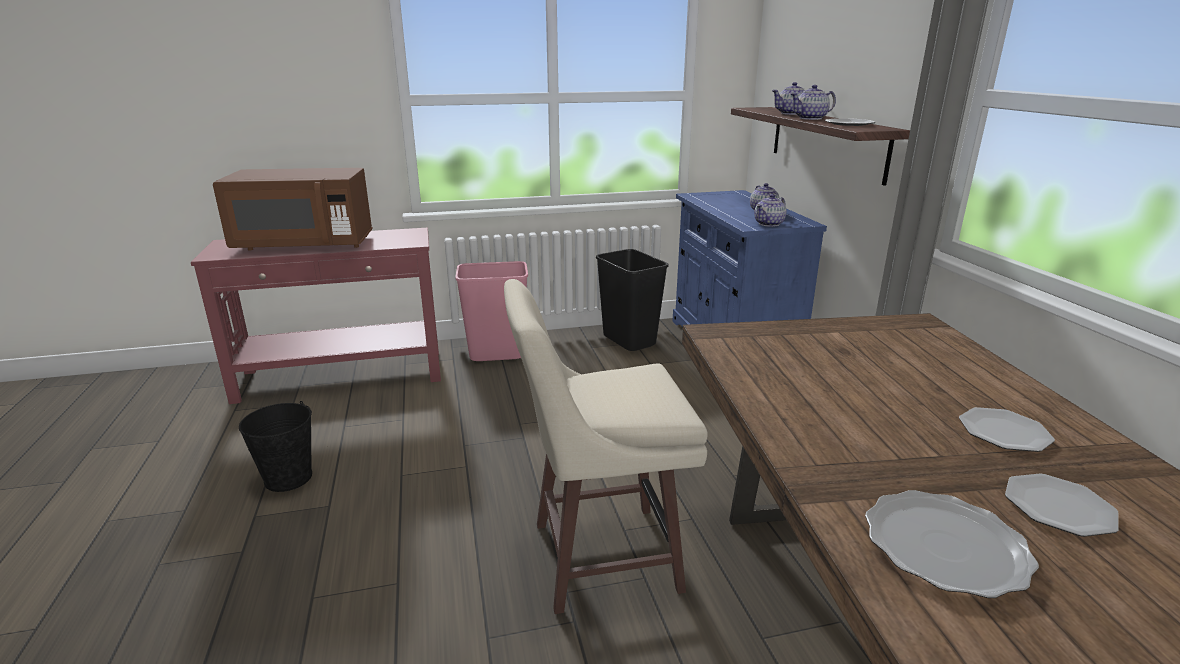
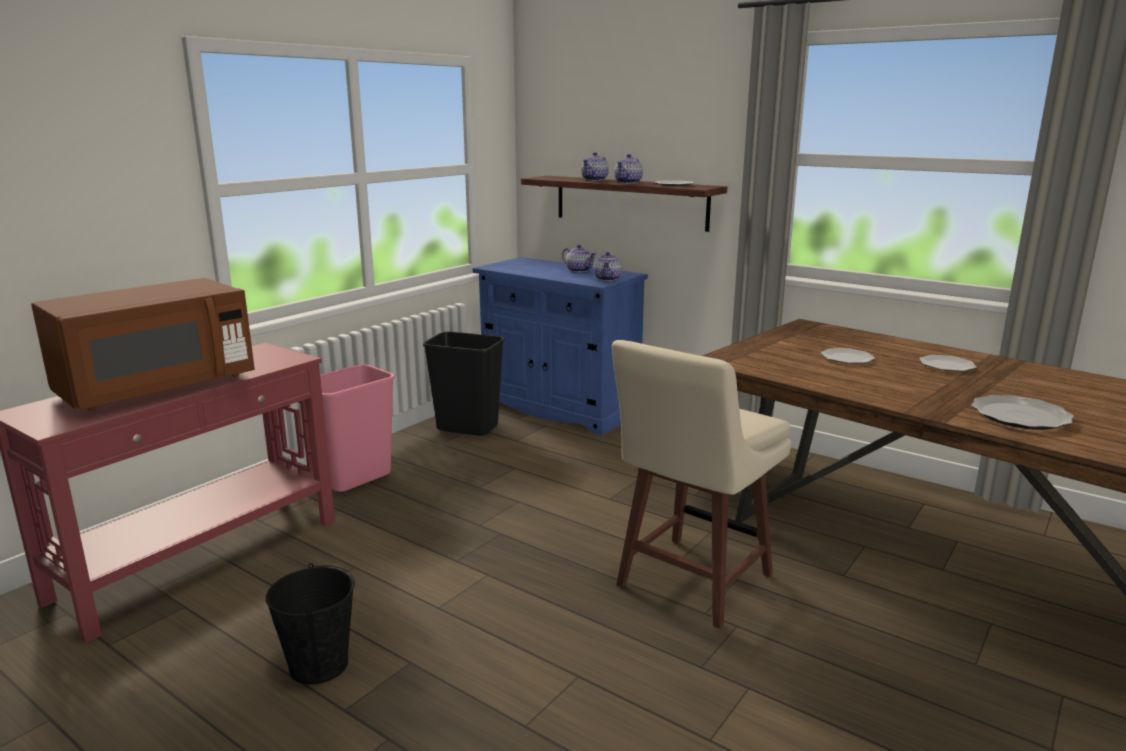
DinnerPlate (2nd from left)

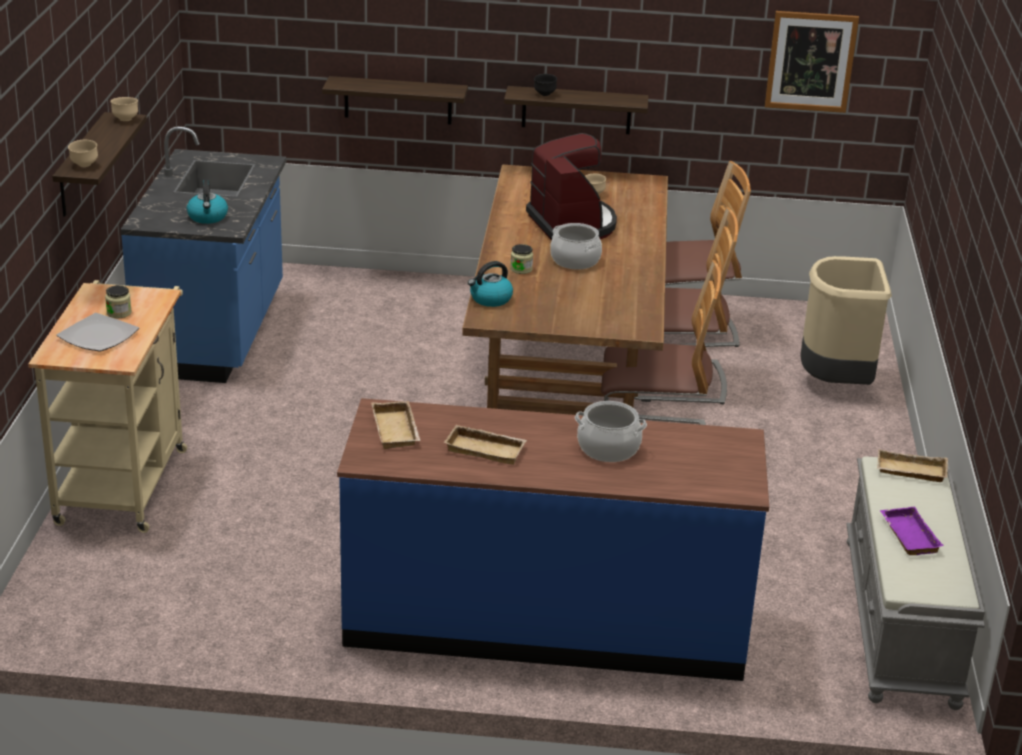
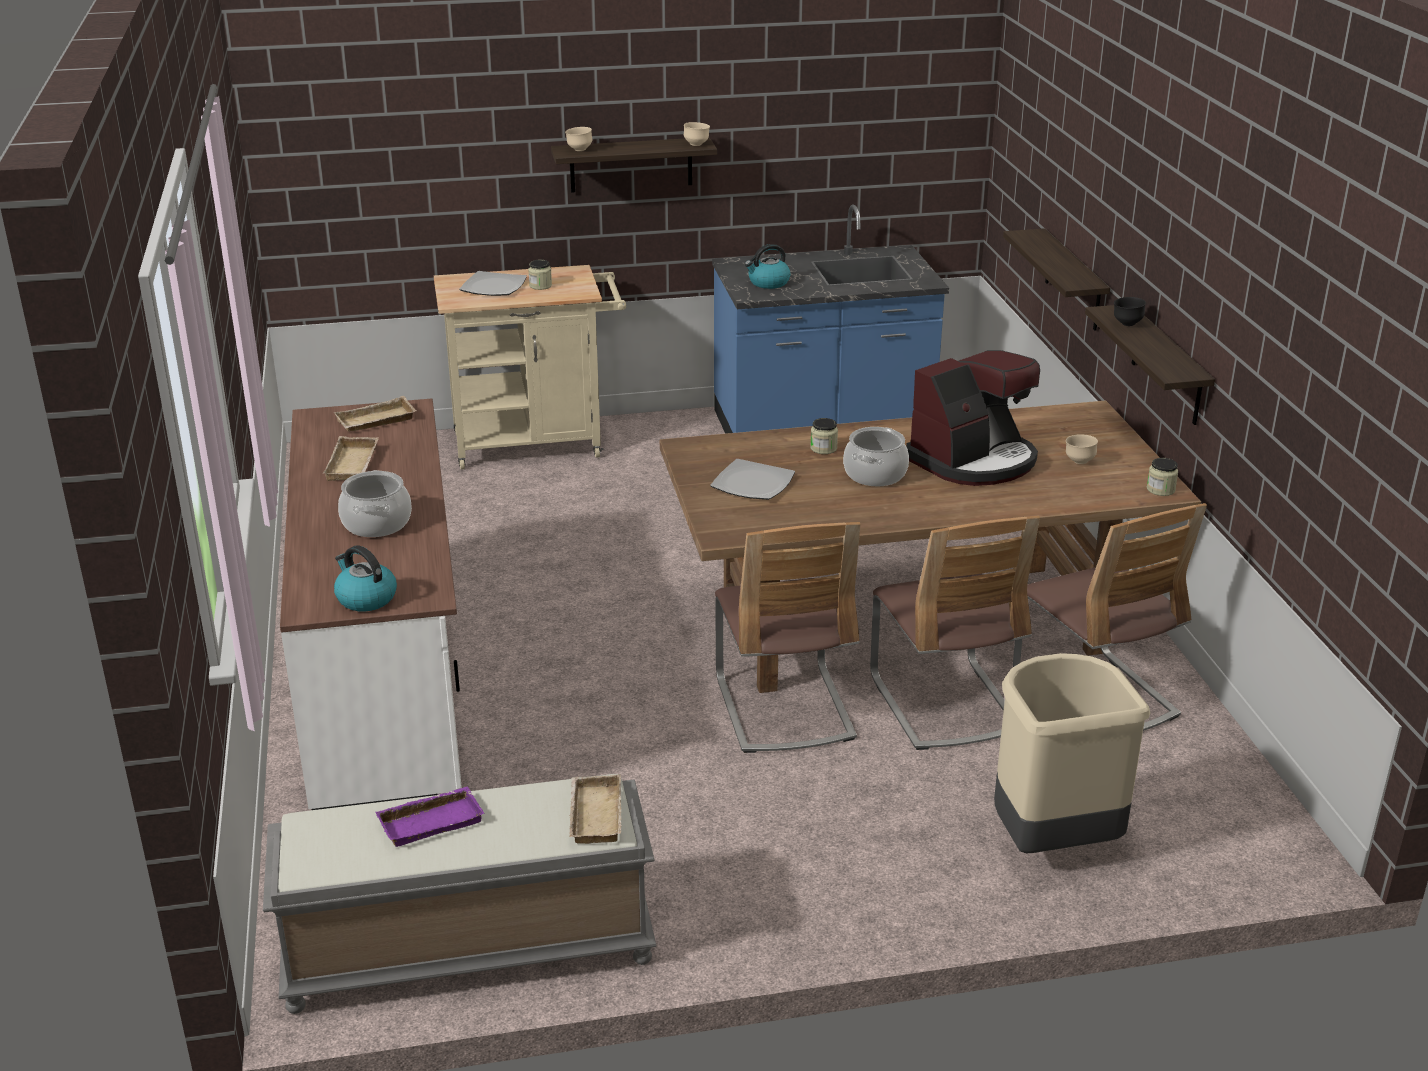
WhiteKitchenCounter
TeaKettle (1st from left)
WallArt
DinnerPlate (2nd from left)
Jar (3rd from left)

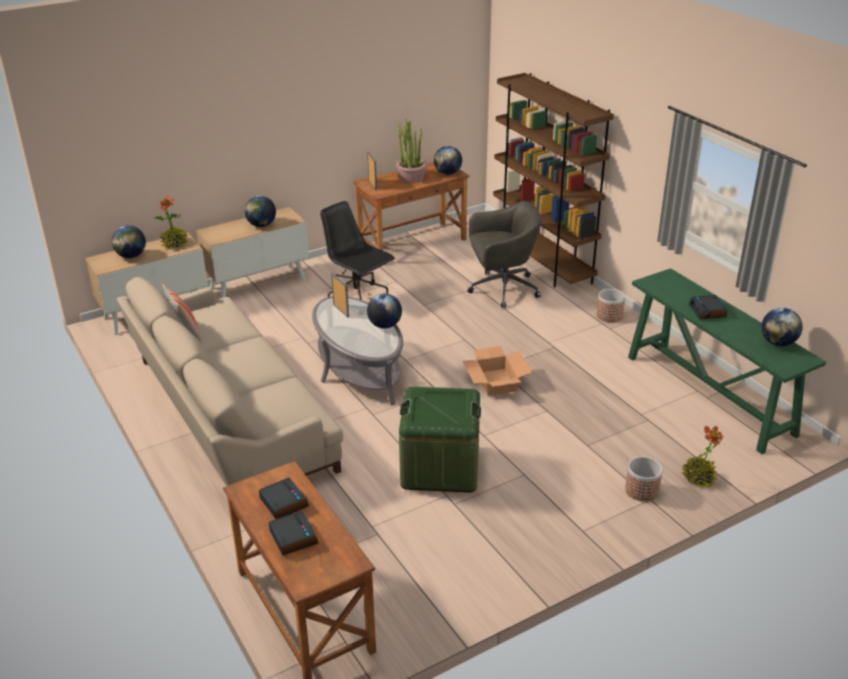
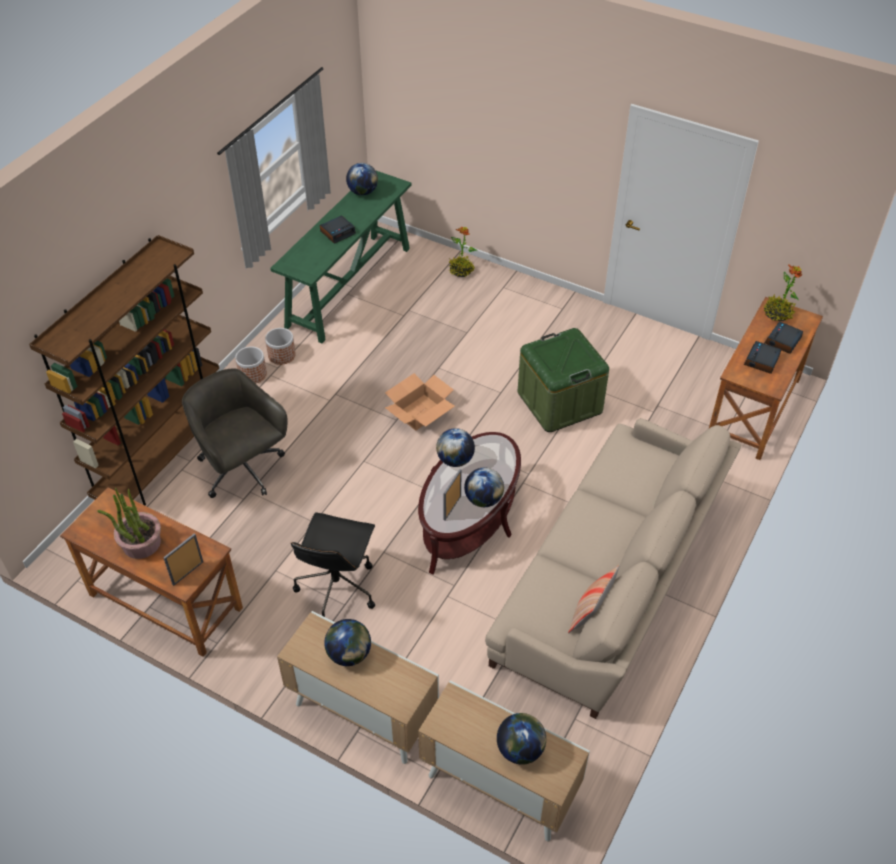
PottedPlant (3rd from left)
BrownishCoffeeTable
DeskGlobe (4th from left)
PlantPot (2nd from left)

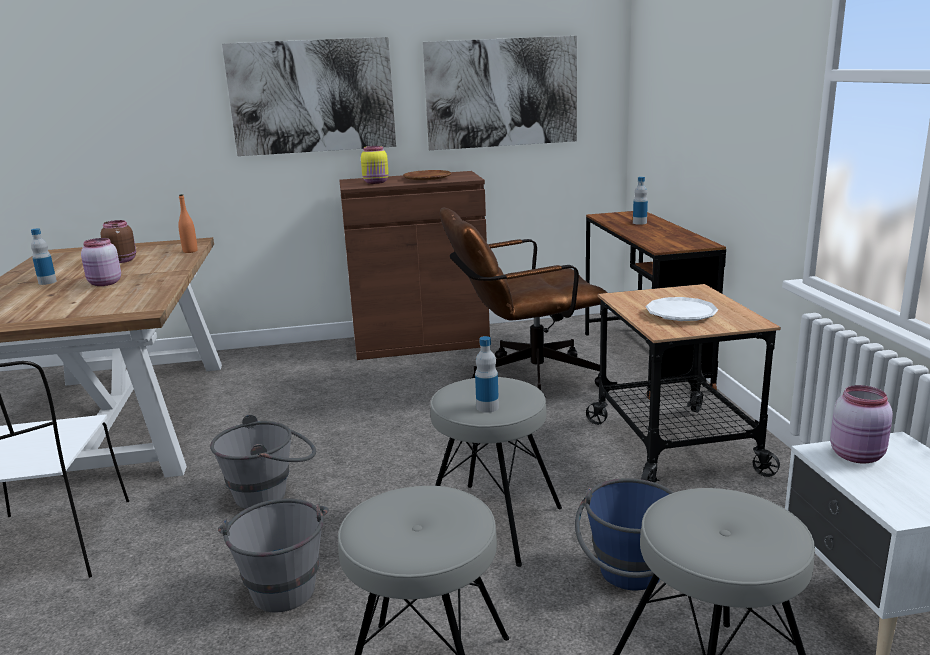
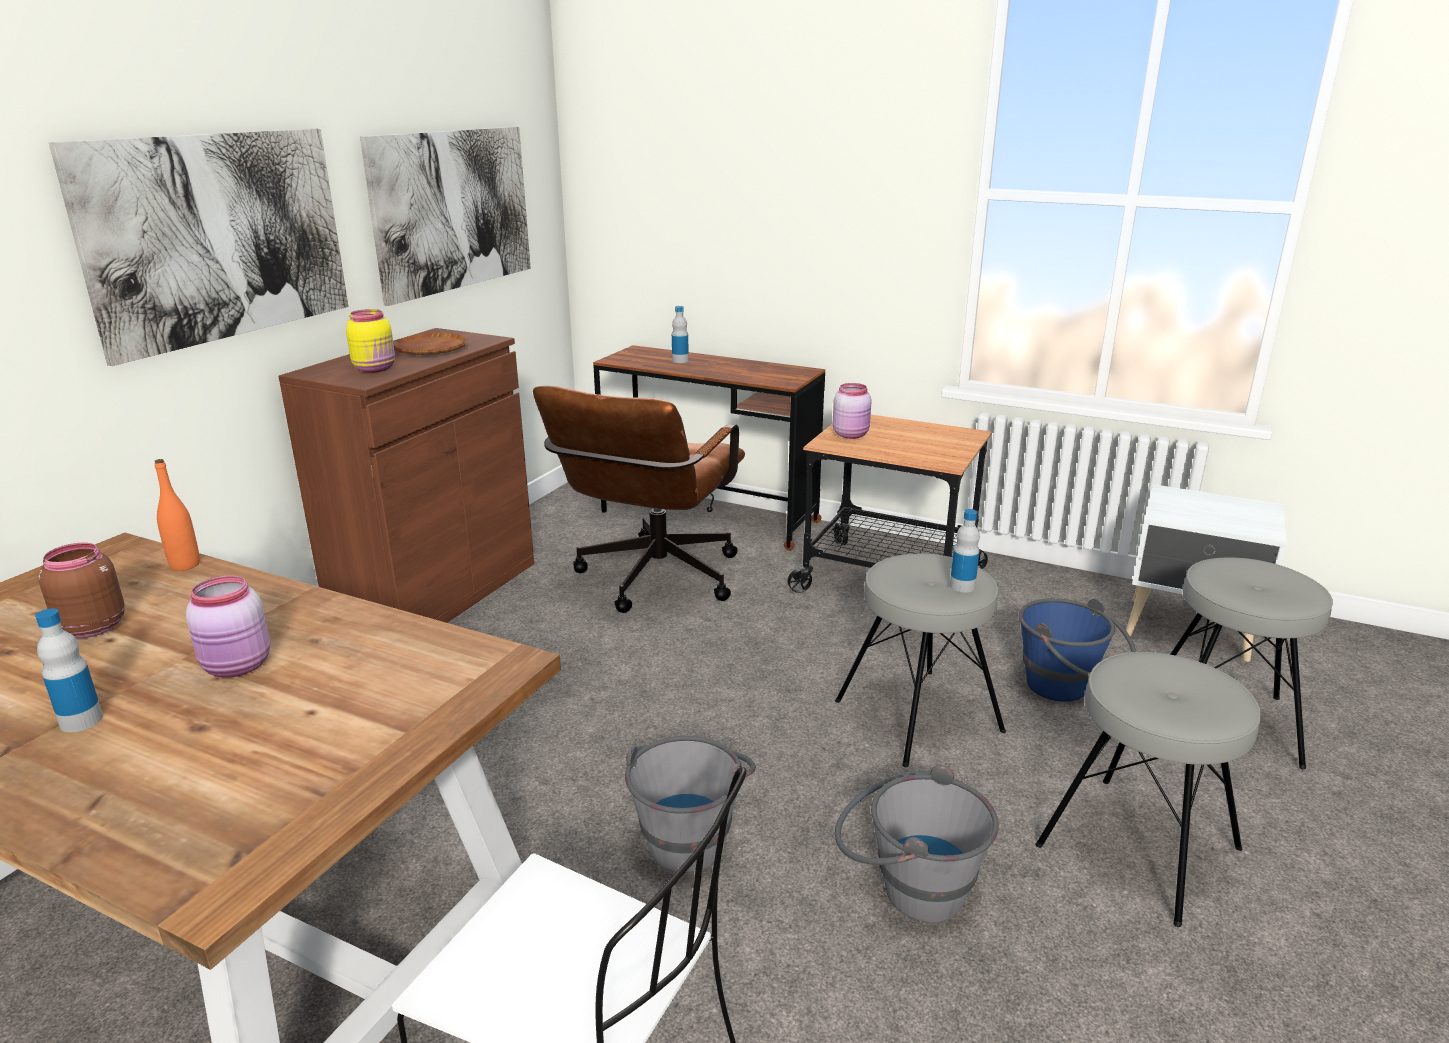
WhiteDinnerPlate
PinkishJar (2nd from left)

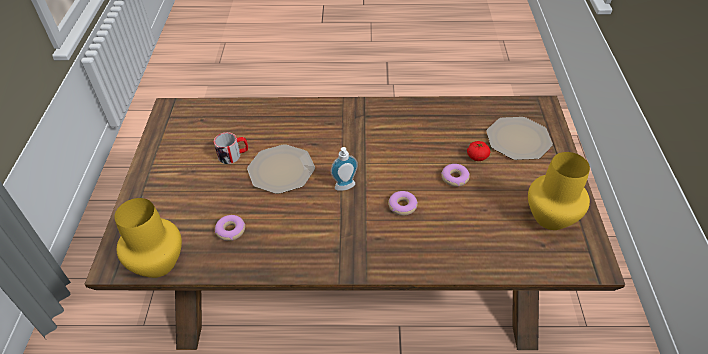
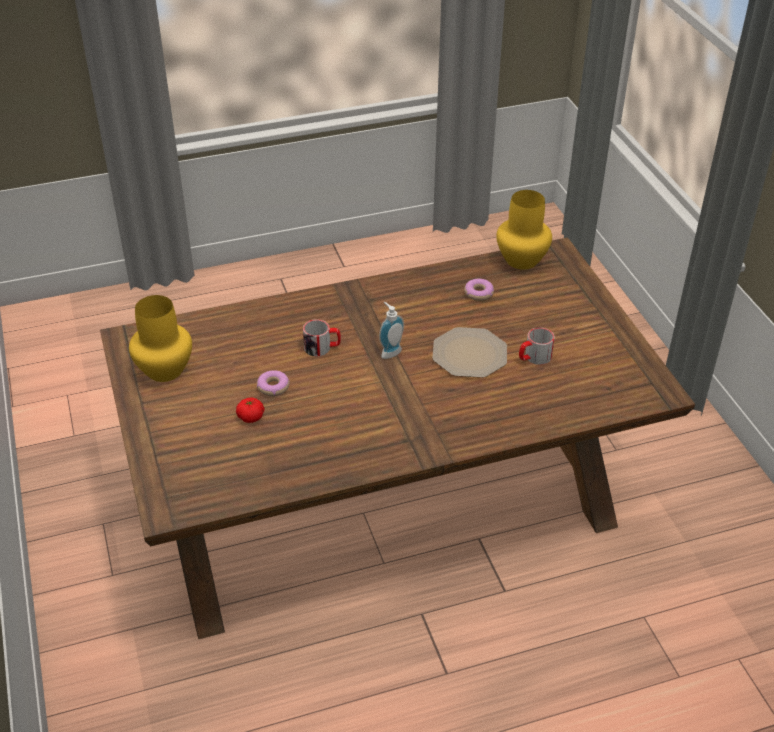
CoffeeMug (1st from left)
DinnerPlate (2nd from left in the first image)

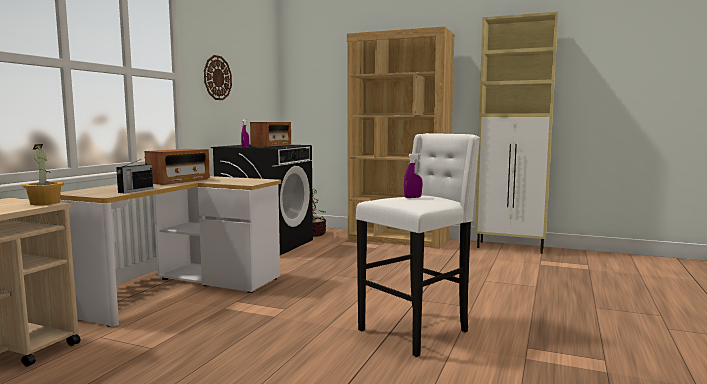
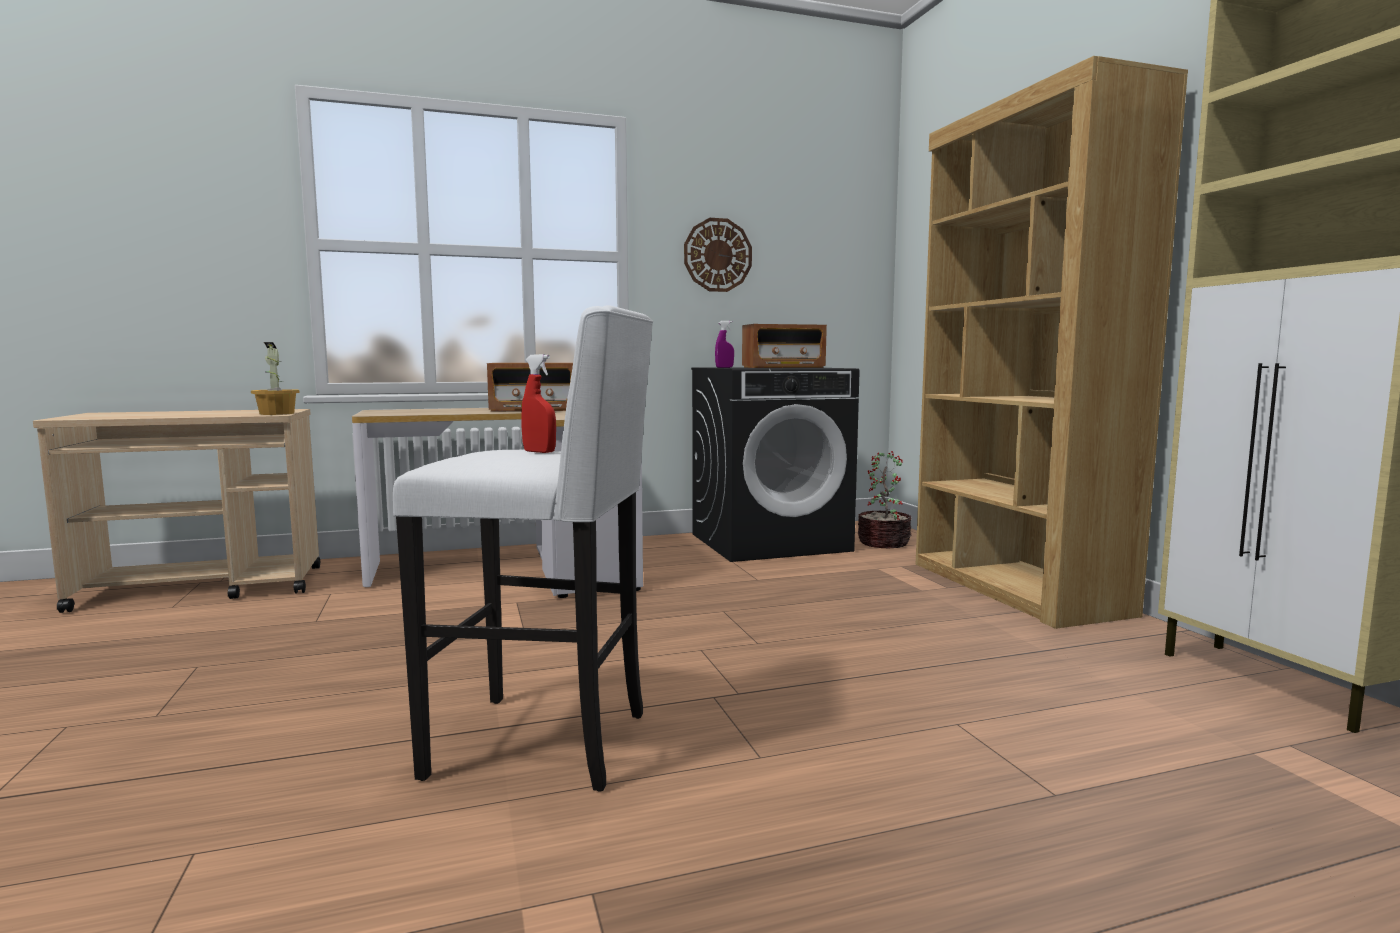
RadioSet (1st from left in the first image)
RedSprayer

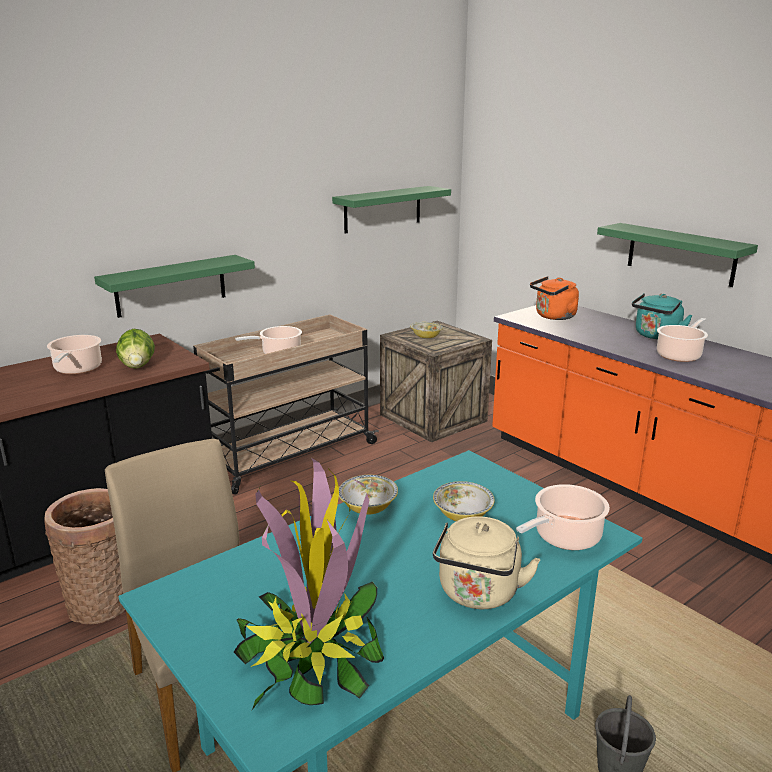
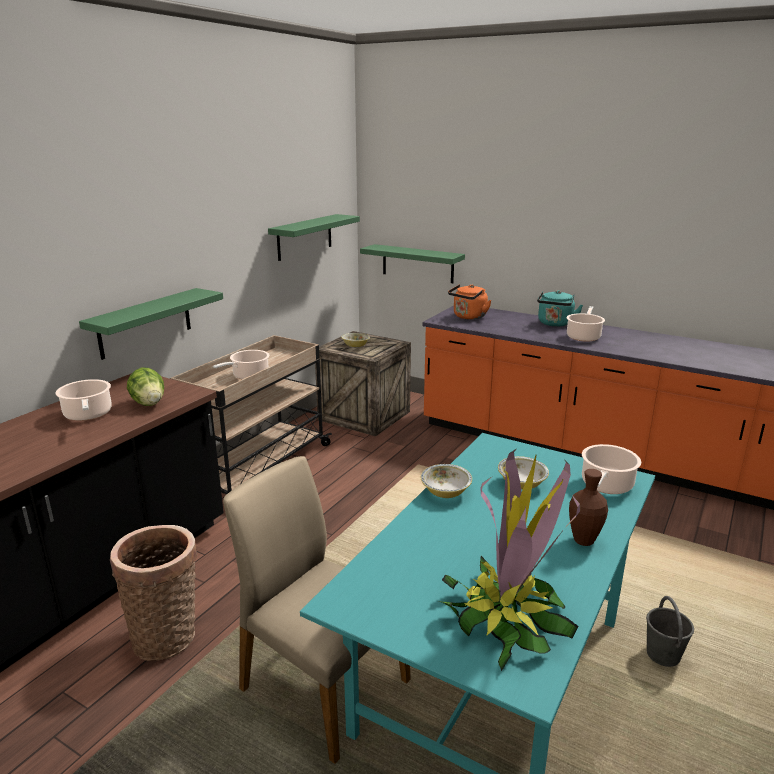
BrownishDecorativeVase
GreenishWallShelf (3rd from left)

